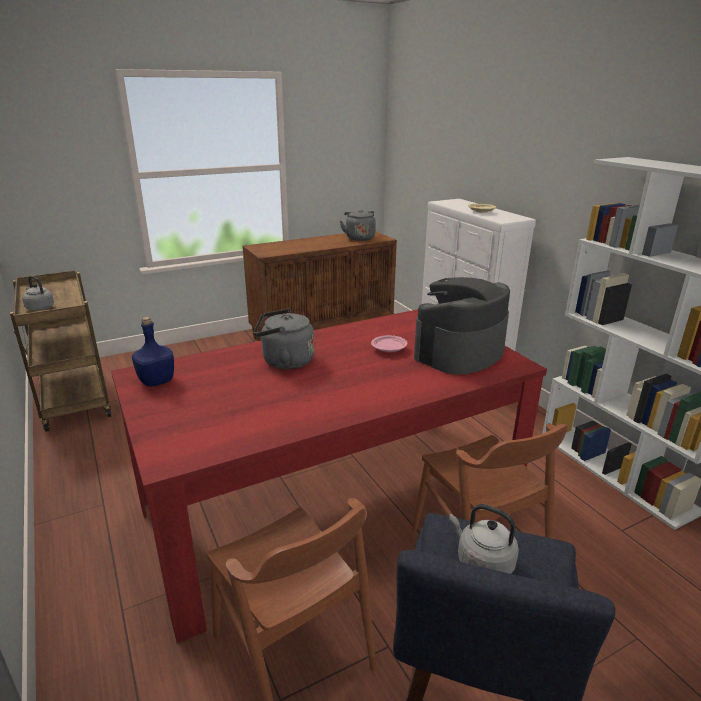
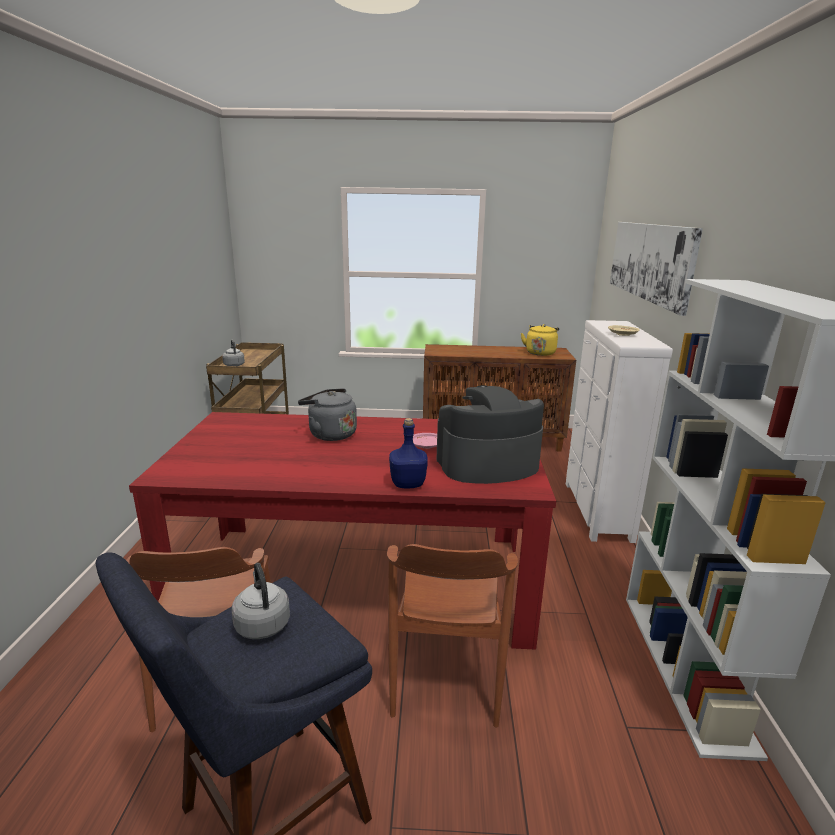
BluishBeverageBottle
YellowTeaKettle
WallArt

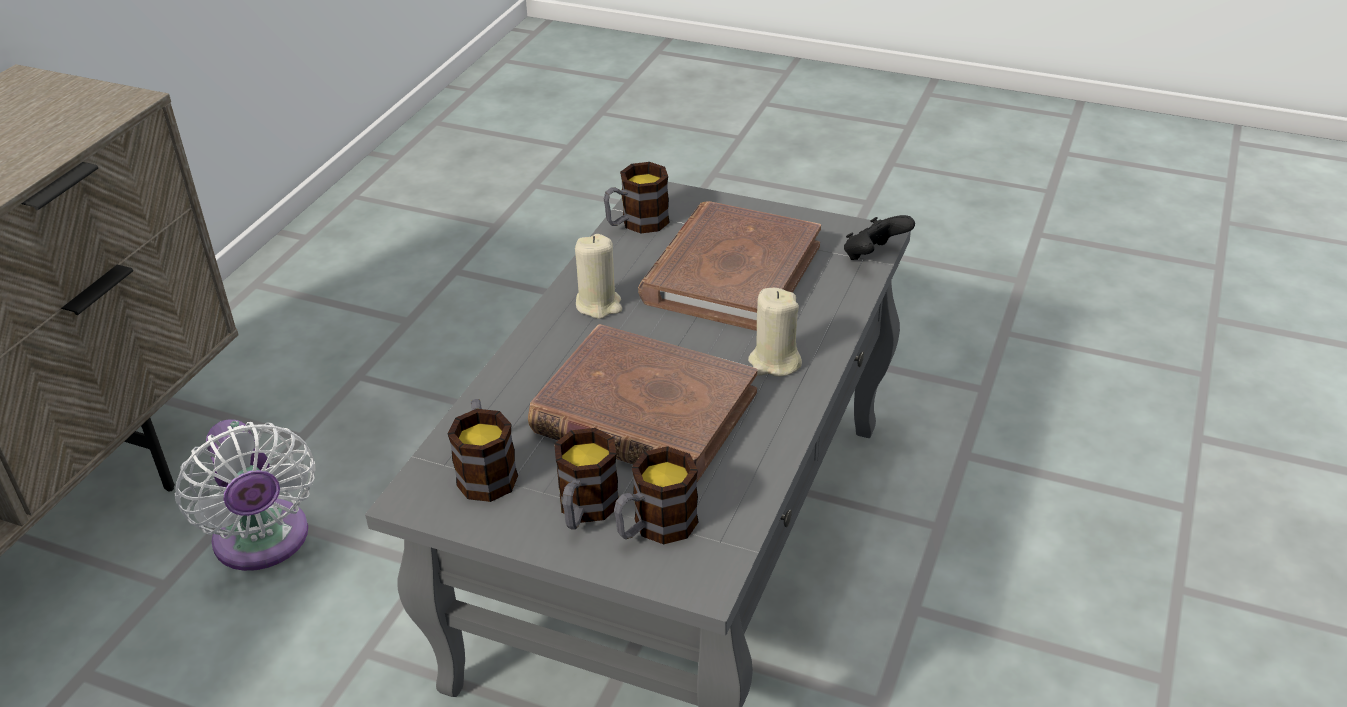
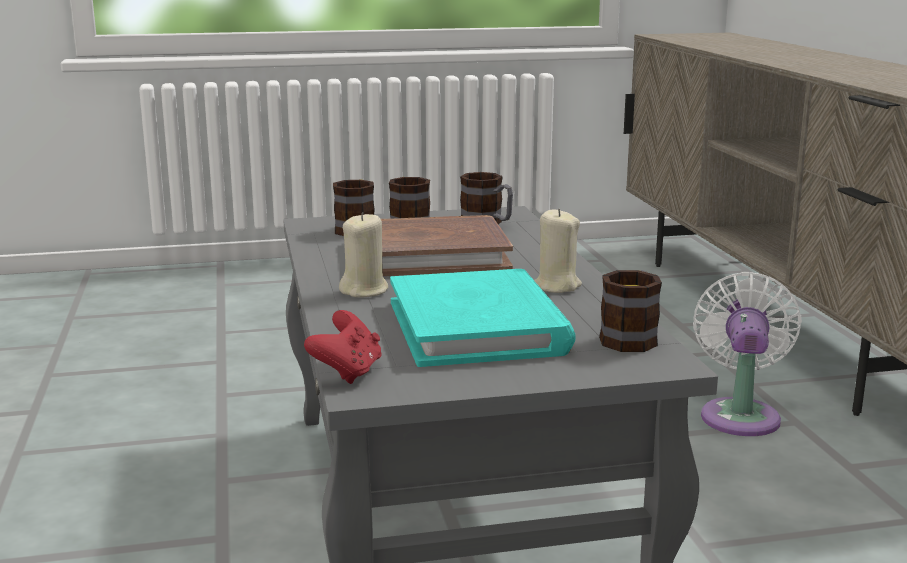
WhiteFan
TurquoiseColouredVolume
RedJoypad

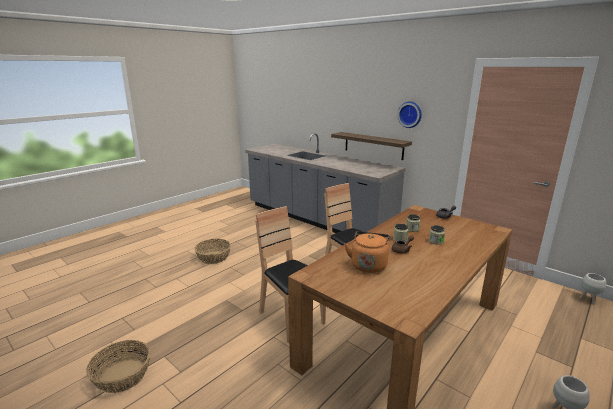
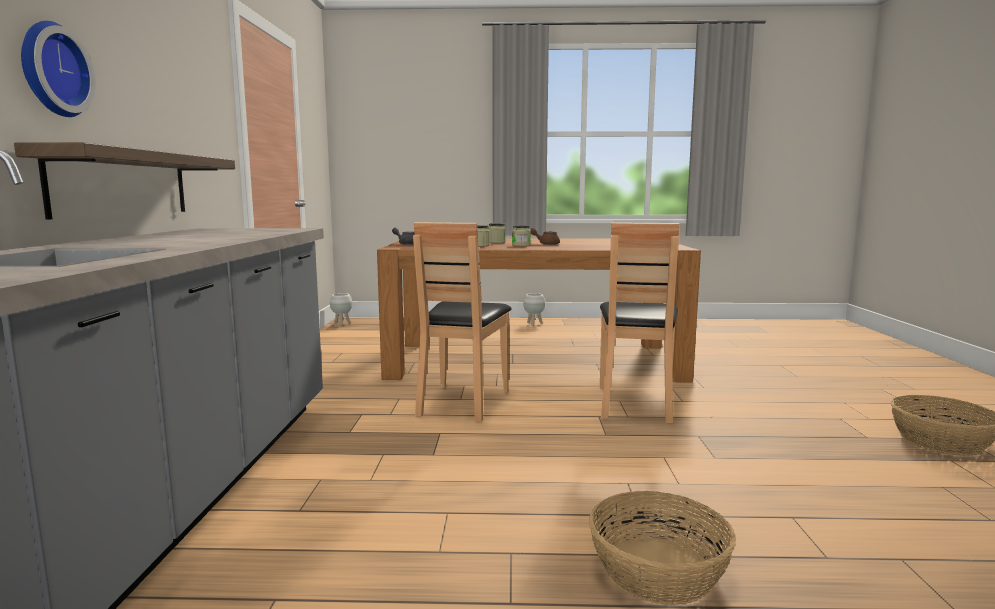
OrangeTeaKettle
HangingClock

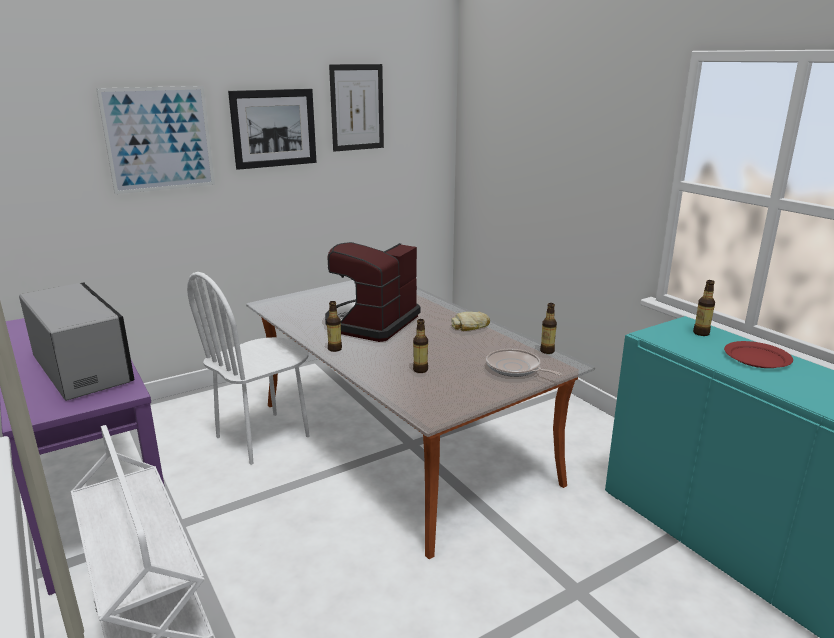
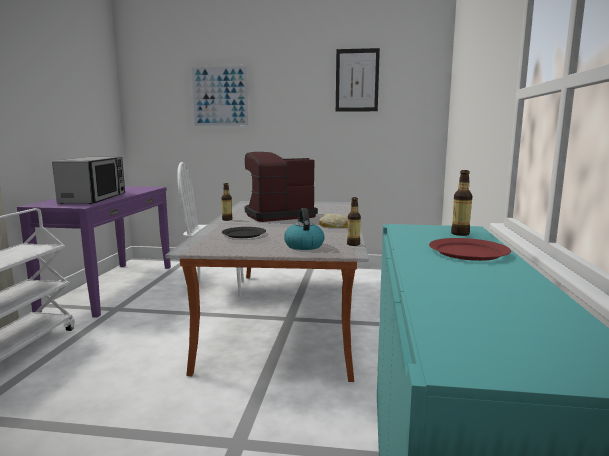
WallArt (2nd from left in the first image)
BlackColouredDinnerPlate
TeaKettle

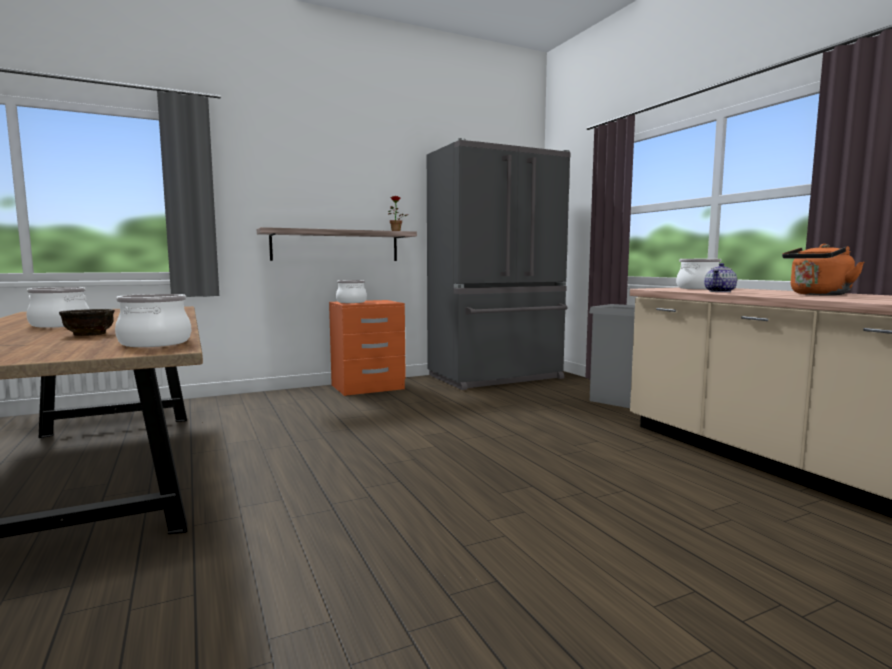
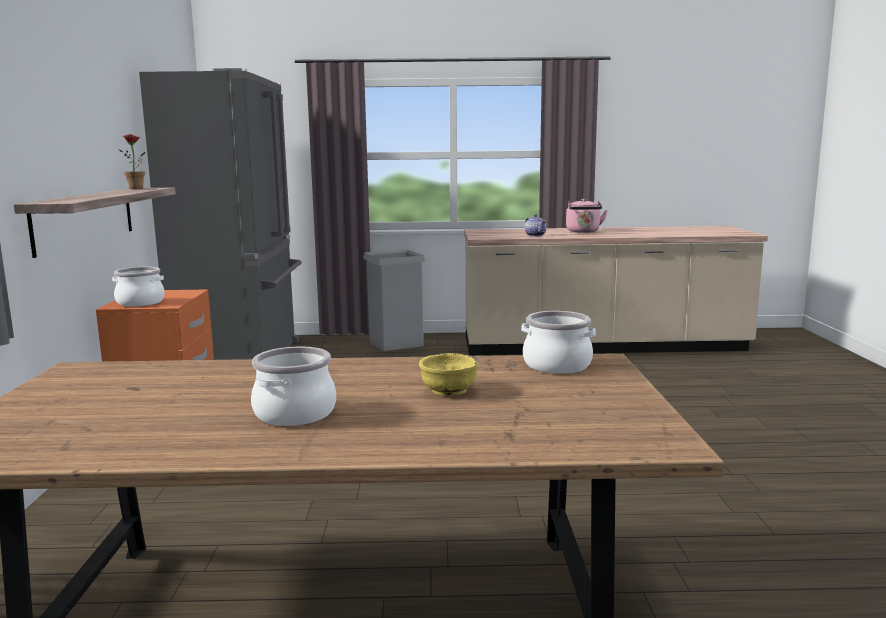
YellowBowl
Saucepot (4th from left in the first image)
PinkishTeaKettle

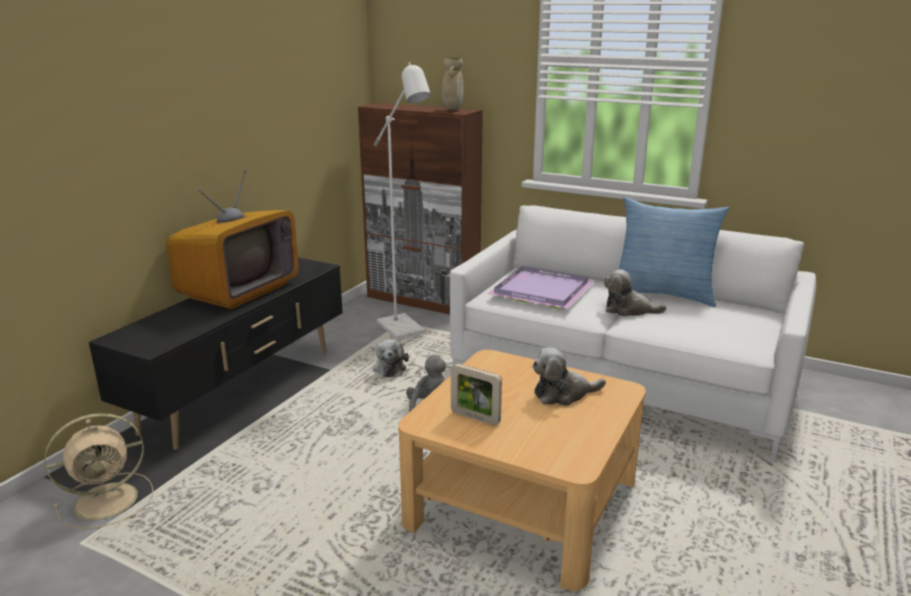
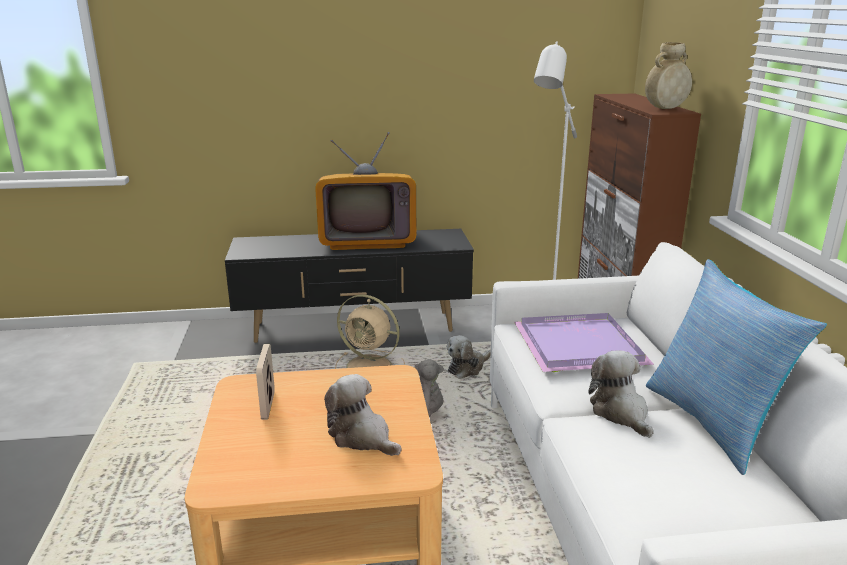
SandColouredFan

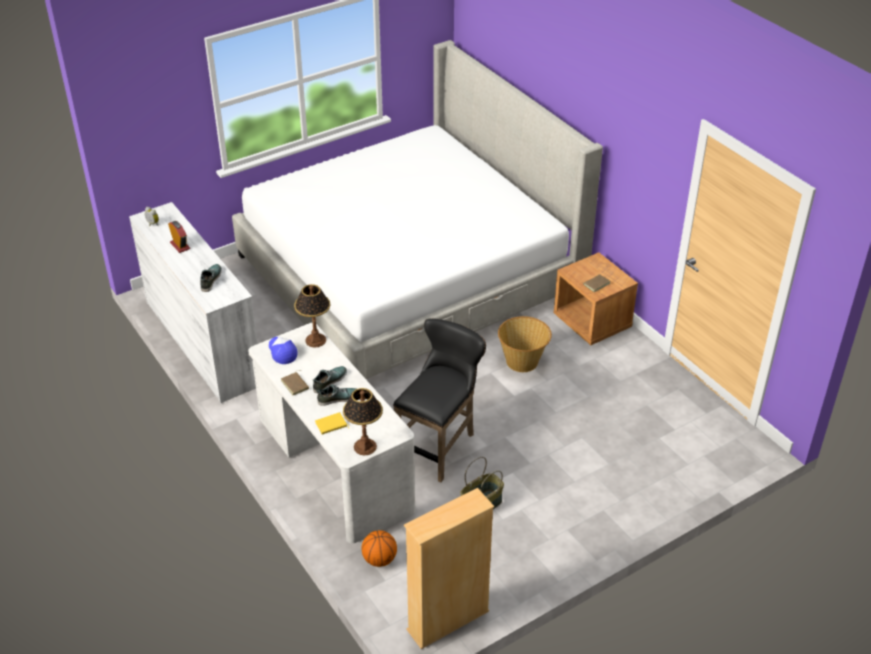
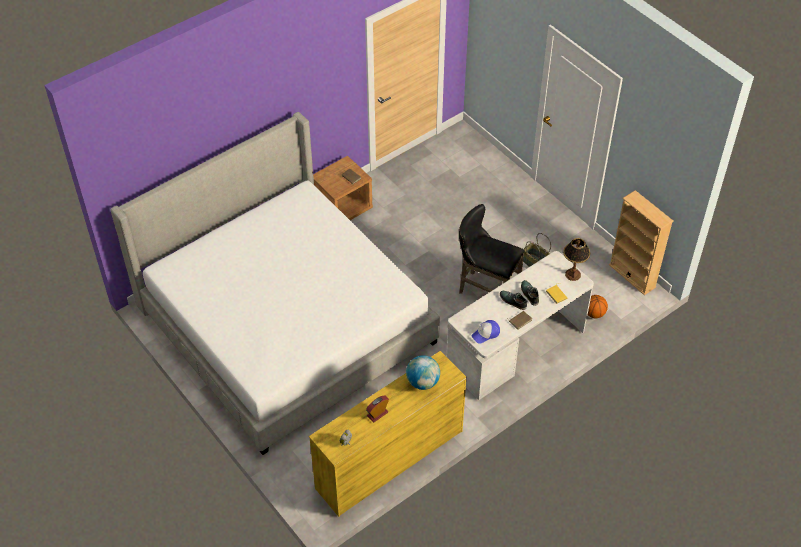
YellowDresser
DeskGlobe
TableLamp (1st from left in the first image)
Basket (2nd from left in the first image)

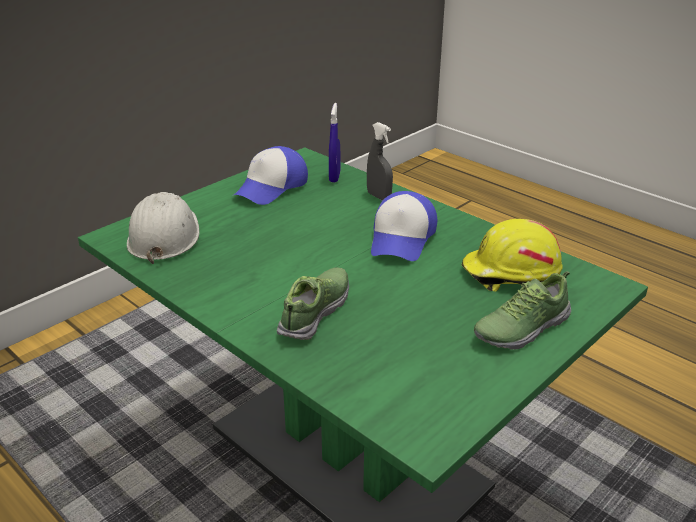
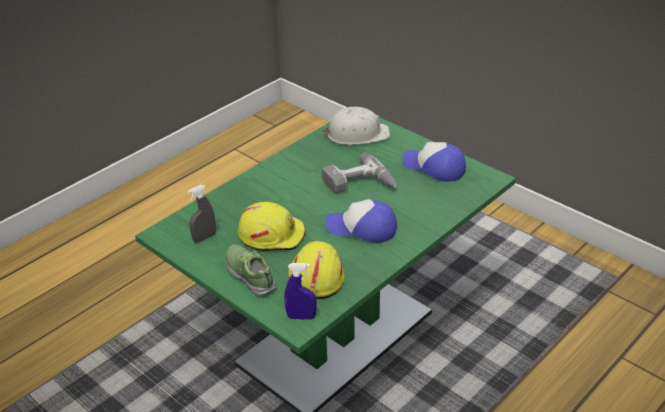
Shoe (1st from left in the first image)
BluishSprayer
GreyishSprayer
YellowHardHat (1st from left)
Drill

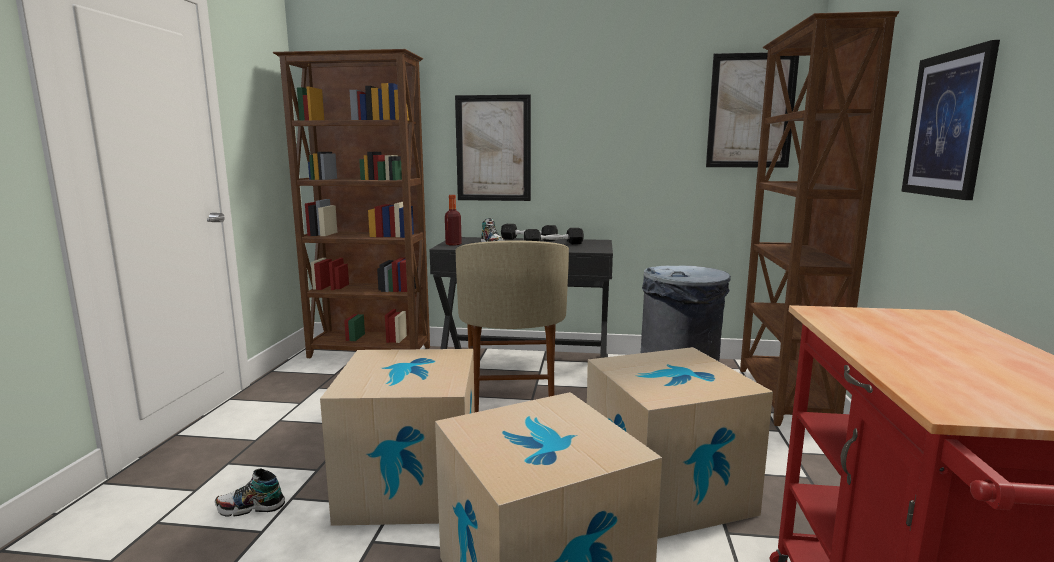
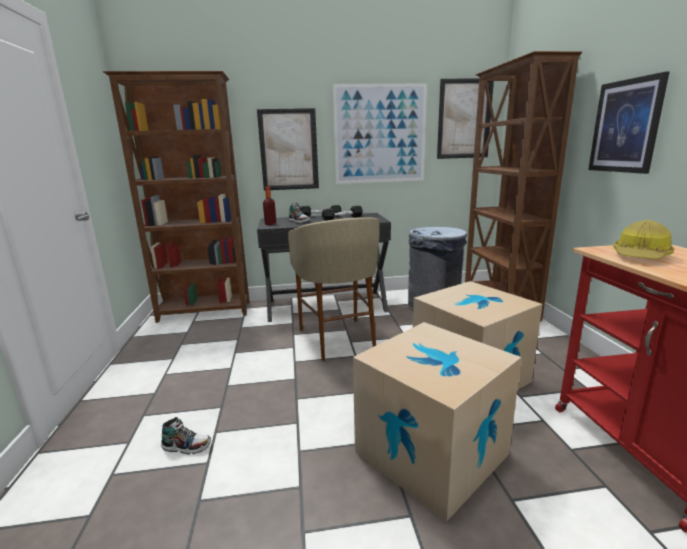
Shoe (1st from left)
Carton (1st from left in the first image)
WallArt (2nd from left)
HardHat

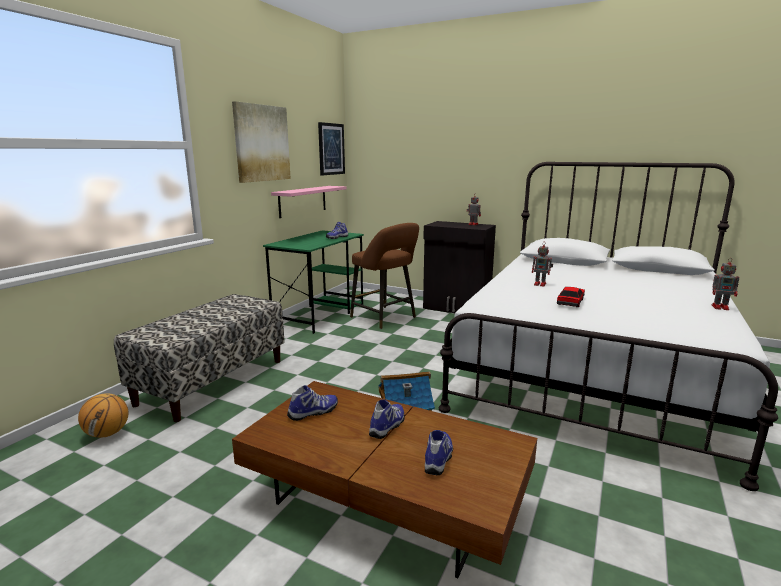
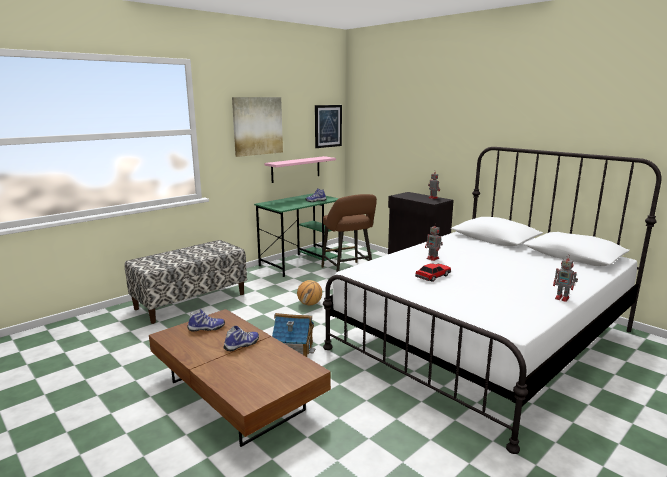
Basketball
Shoe (4th from left in the first image)

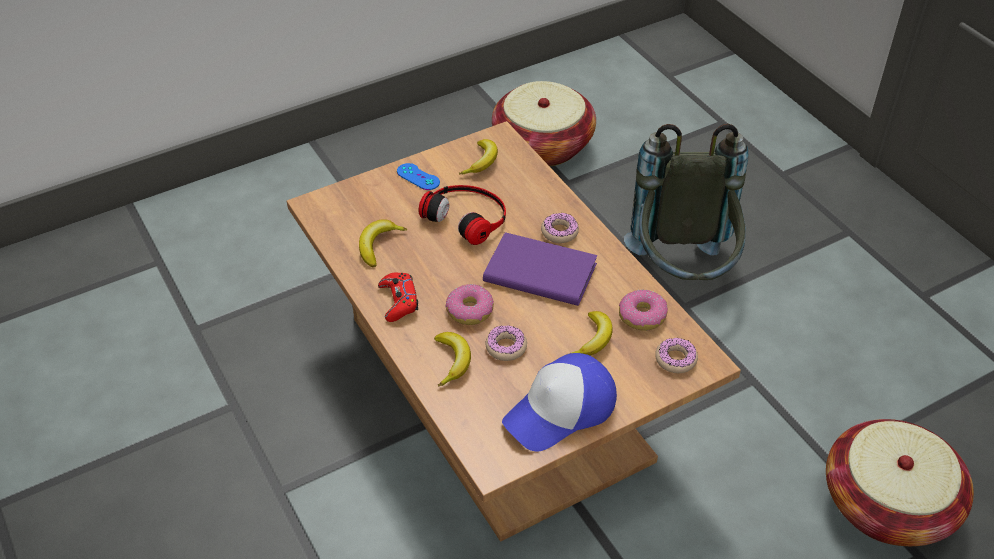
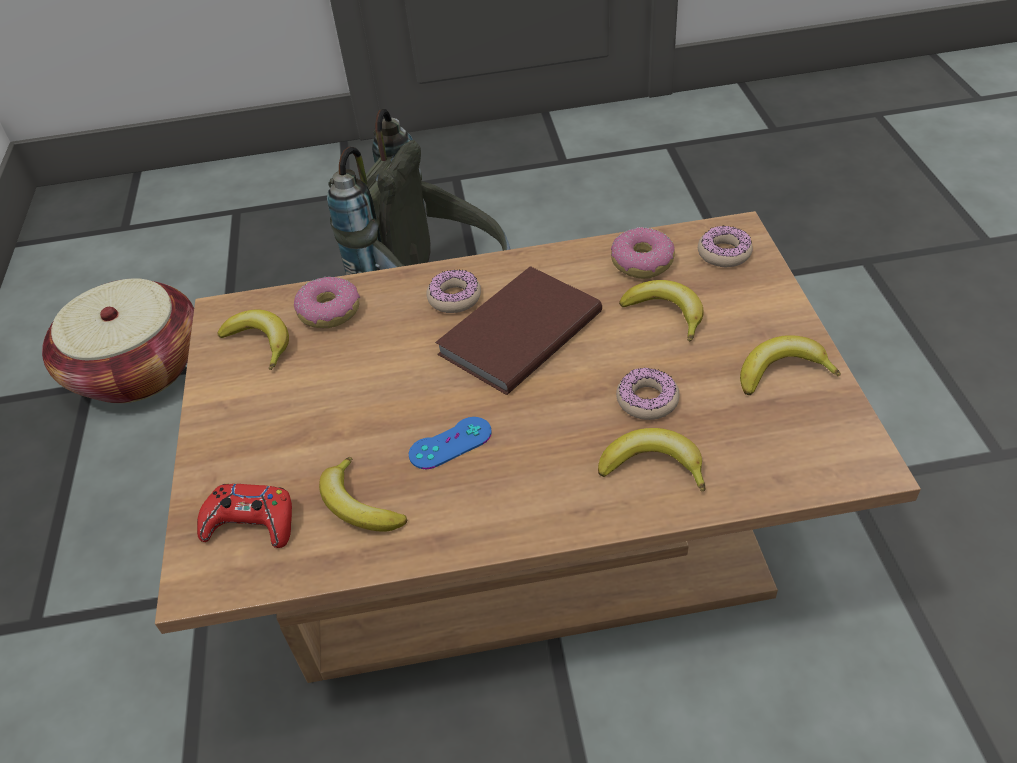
RedJoypad
BluishJoypad
Headphones
Donut (1st from left)
BrownishVolume
WholeBanana (5th from left)
Basket (2nd from left in the first image)

